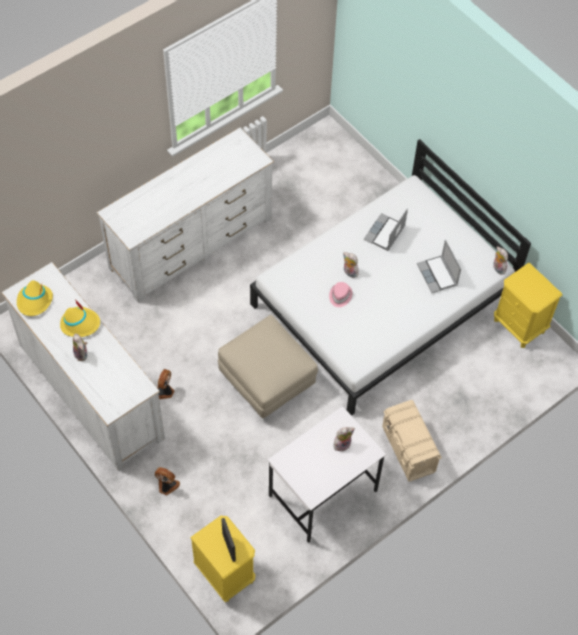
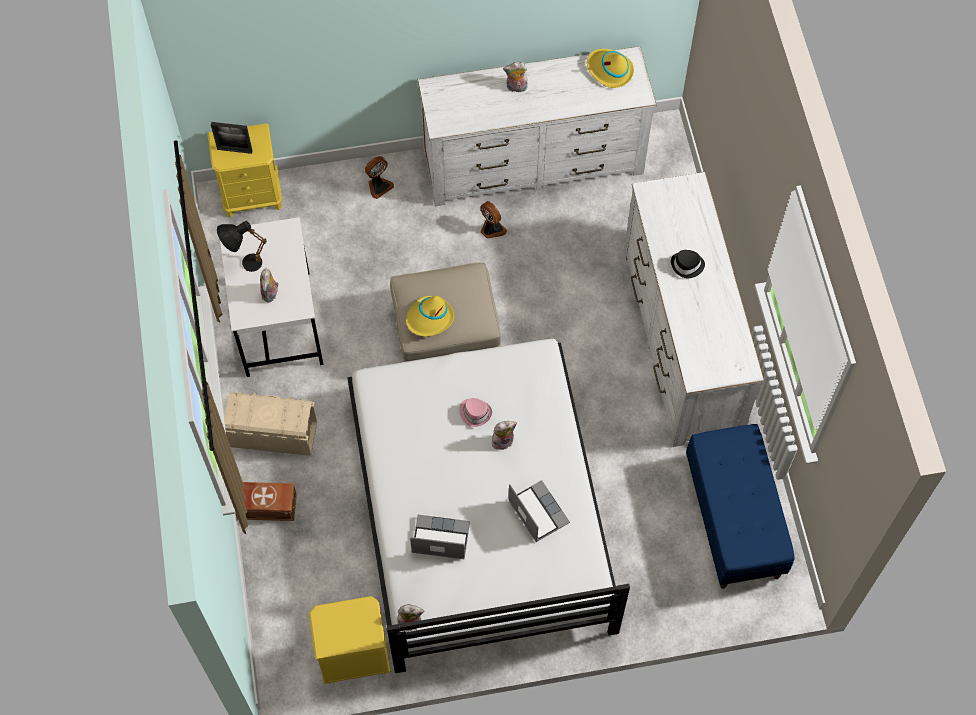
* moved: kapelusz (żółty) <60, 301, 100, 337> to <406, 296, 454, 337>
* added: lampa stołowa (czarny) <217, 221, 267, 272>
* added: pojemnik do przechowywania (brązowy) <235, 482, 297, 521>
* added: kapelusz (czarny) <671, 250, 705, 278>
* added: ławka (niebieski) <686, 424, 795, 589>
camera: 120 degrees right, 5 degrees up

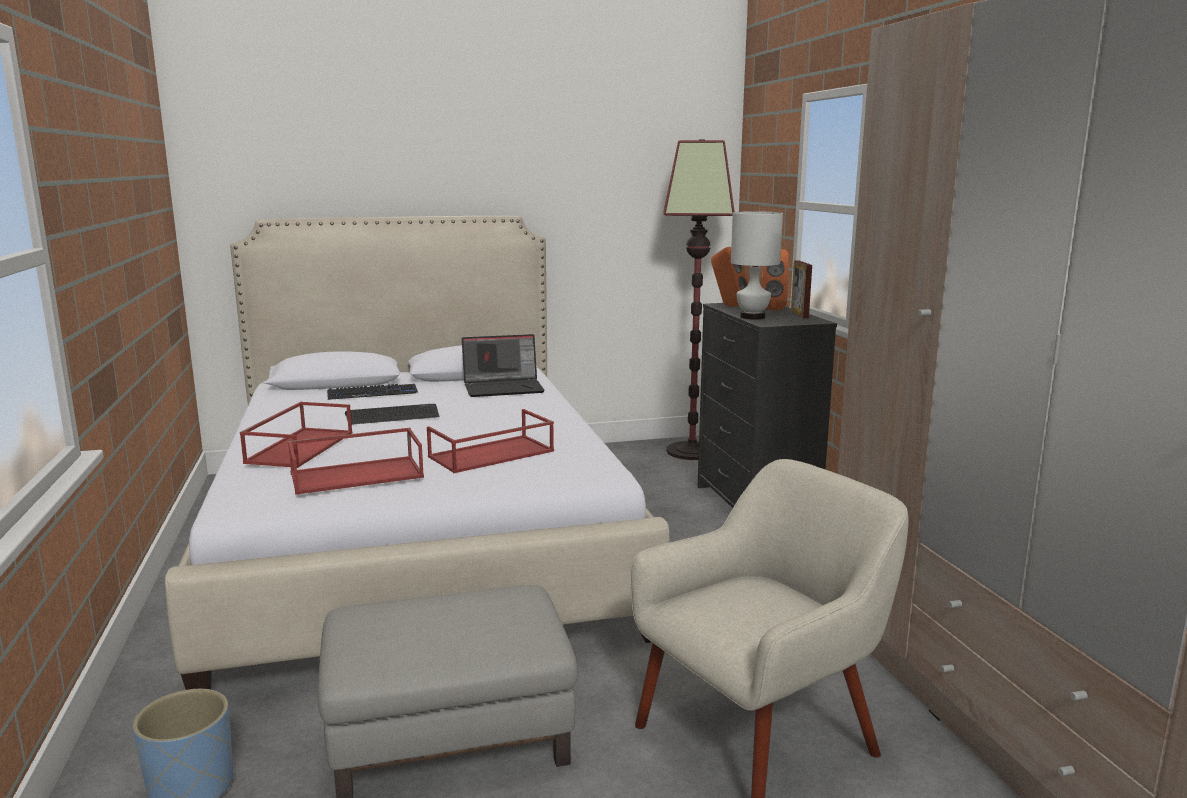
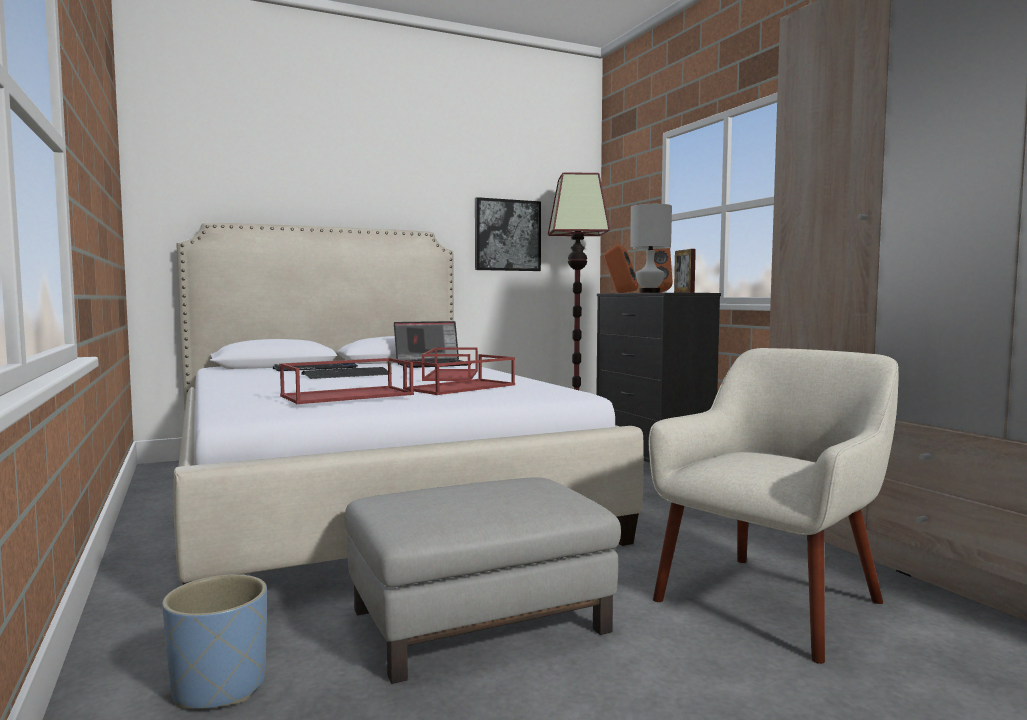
* moved: taca (czerwony) <240, 402, 352, 468> to <422, 347, 478, 381>
* added: obraz <475, 197, 541, 271>
camera: 10 degrees left, 10 degrees down

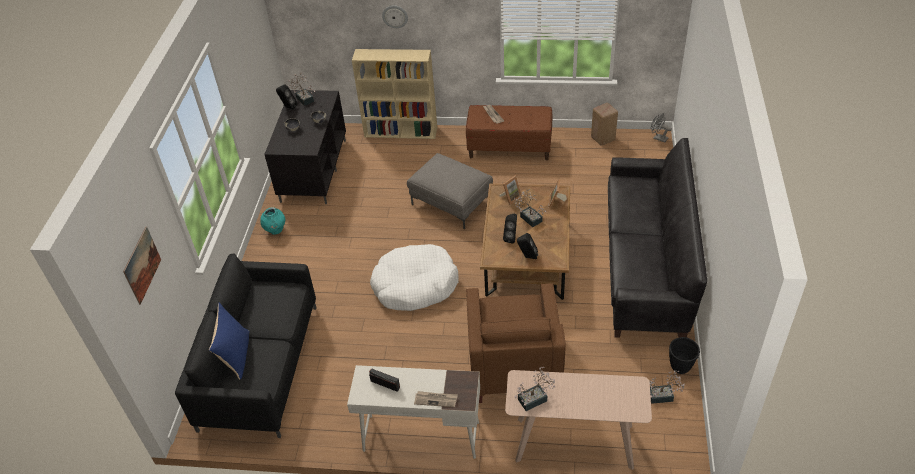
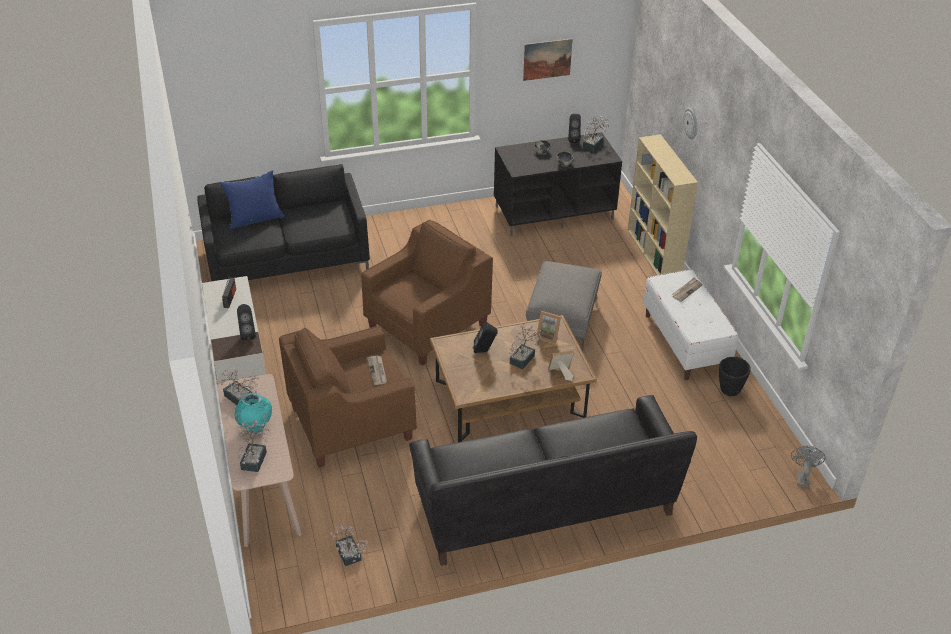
* moved: obraz <123, 226, 161, 305> to <523, 39, 572, 81>
* moved: wazon (turkusowy) <260, 207, 285, 234> to <235, 394, 272, 433>
* replaced: legowisko (biały) <370, 244, 459, 311> to fotel (brązowy) <361, 220, 493, 366>
* moved: gazeta <414, 391, 458, 407> to <367, 355, 387, 385>
* recoloured: ławka (brązowy) <466, 105, 552, 160> to ławka (biały) <643, 270, 738, 380>
* moved: głośnik (czarny) <517, 233, 538, 259> to <237, 304, 256, 340>
* removed: stołek (beżowy) <591, 103, 618, 146>
* moved: donica (czarny) <669, 337, 700, 374> to <719, 357, 751, 396>
* added: roślina doniczkowa <237, 420, 270, 472>
camera: 65 degrees right, 5 degrees down

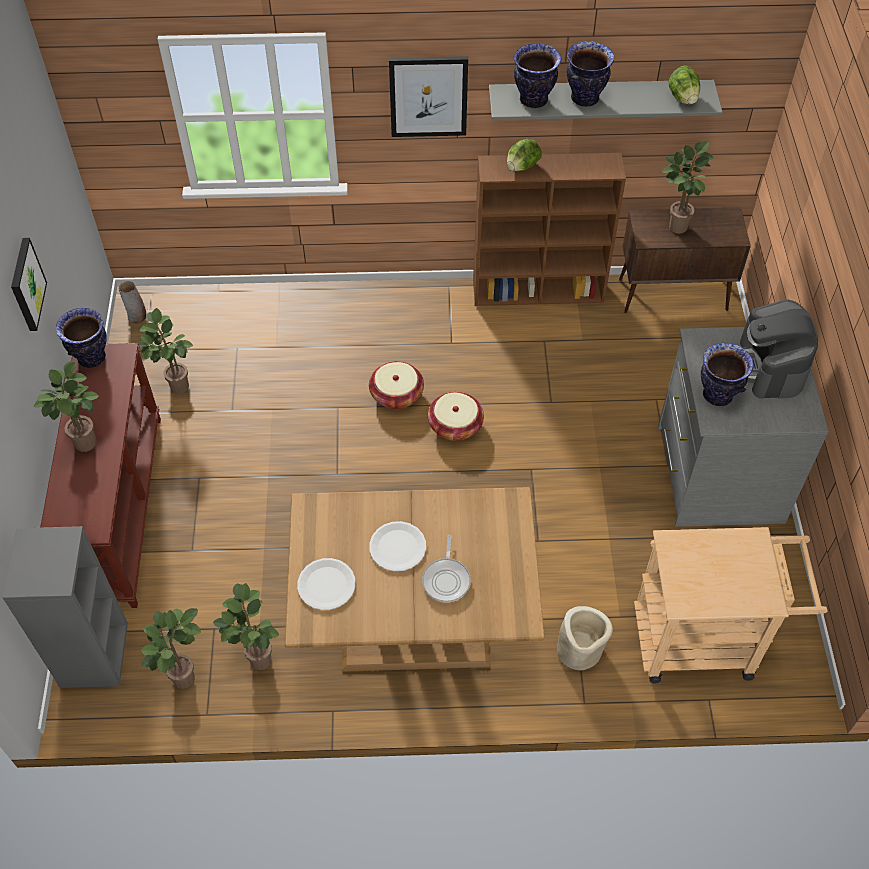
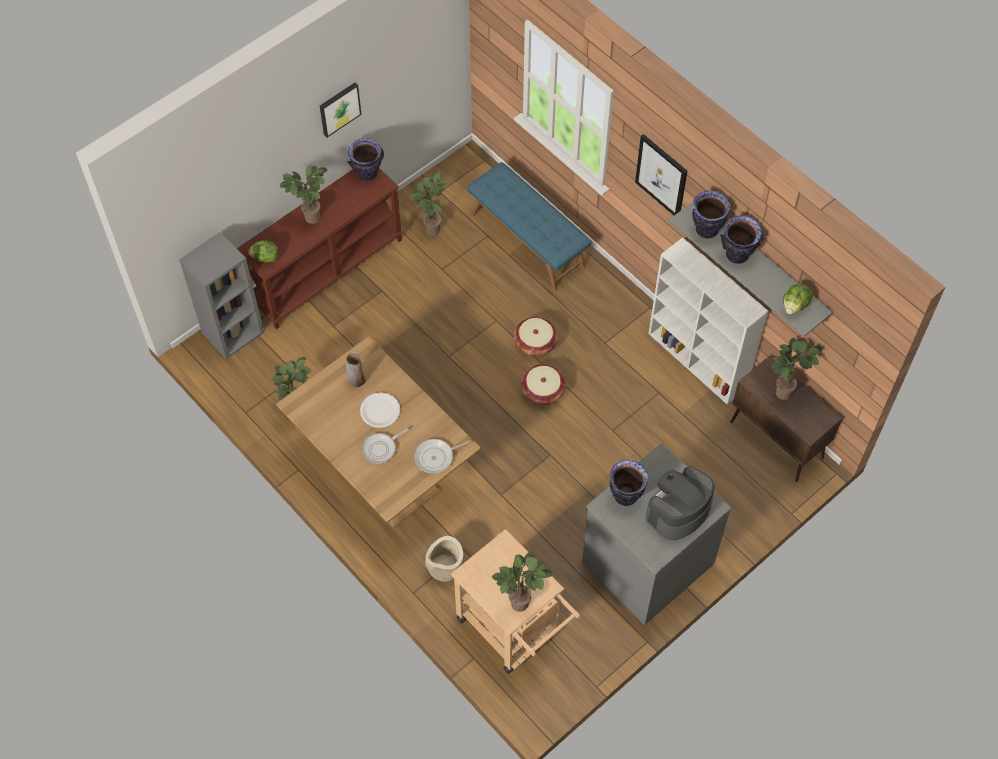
* moved: wazon <118, 281, 146, 323> to <346, 352, 366, 387>
* moved: roślina doniczkowa <141, 608, 201, 689> to <492, 552, 553, 612>
* removed: talerz (biały) <297, 558, 355, 610>
* recoloured: regał (brązowy) <473, 153, 626, 306> to regał (biały) <648, 237, 769, 404>
* moved: sałata <507, 139, 542, 171> to <248, 240, 278, 262>
* added: patelnia <414, 439, 471, 473>
* added: ławka (niebieski) <467, 162, 591, 291>
camera: 50 degrees right, 5 degrees up

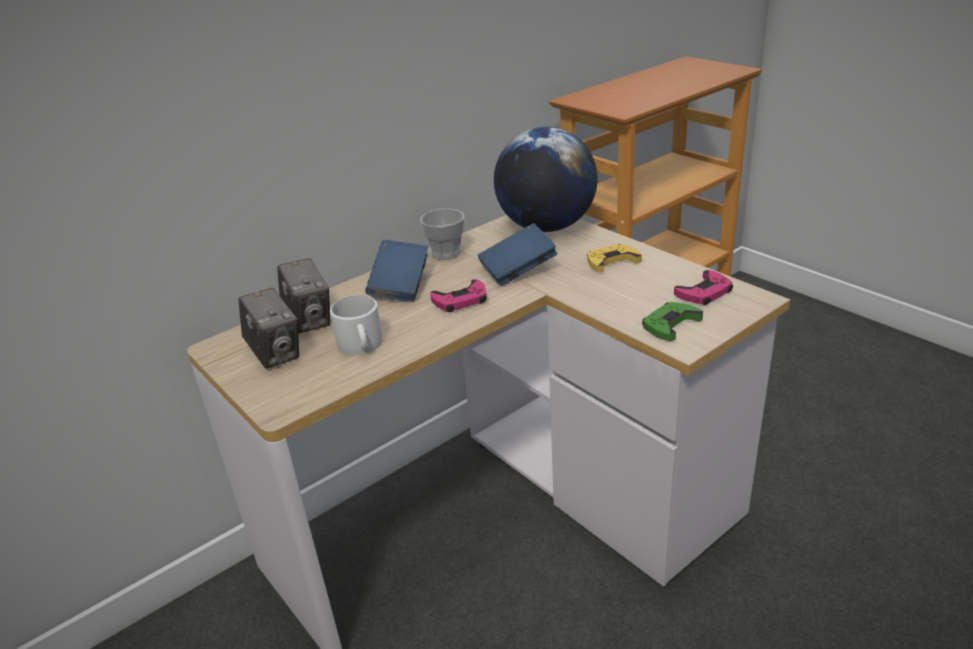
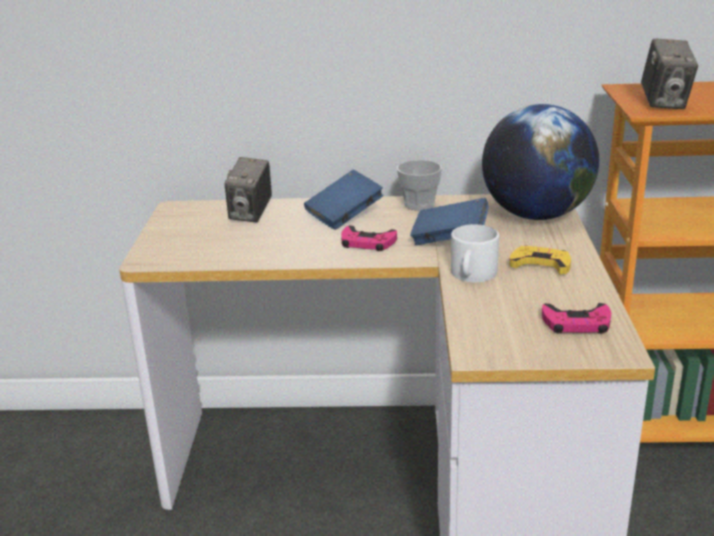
* moved: aparat fotograficzny <238, 288, 299, 369> to <641, 38, 698, 109>
* moved: kubek (biały) <330, 295, 383, 355> to <451, 224, 499, 282>
* removed: pad do gier (zielony) <642, 302, 703, 341>
camera: 40 degrees right, 5 degrees down

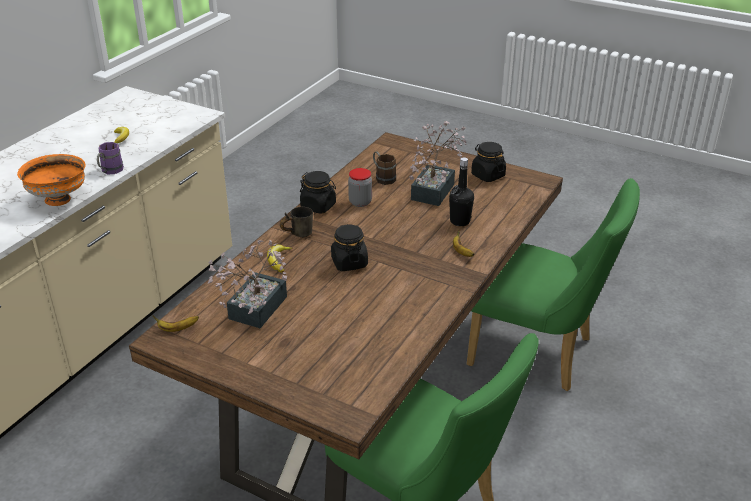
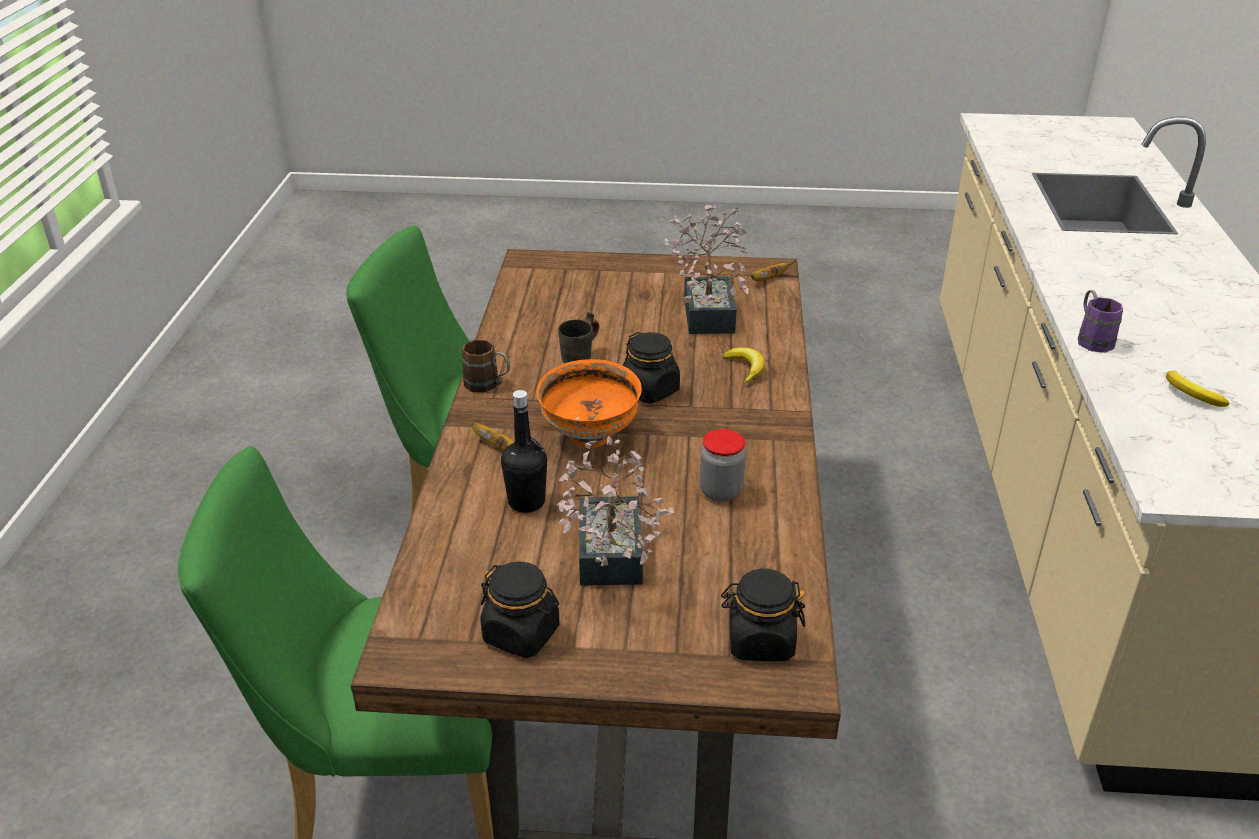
* moved: miska (pomarańczowy) <17, 154, 86, 206> to <537, 359, 642, 448>
* moved: kubek (szary) <280, 207, 313, 237> to <558, 312, 599, 363>
* moved: słoik (czarny) <300, 171, 336, 214> to <721, 569, 806, 661>
* moved: kubek (brązowy) <373, 151, 396, 185> to <462, 340, 510, 392>
camera: 155 degrees right, 0 degrees up

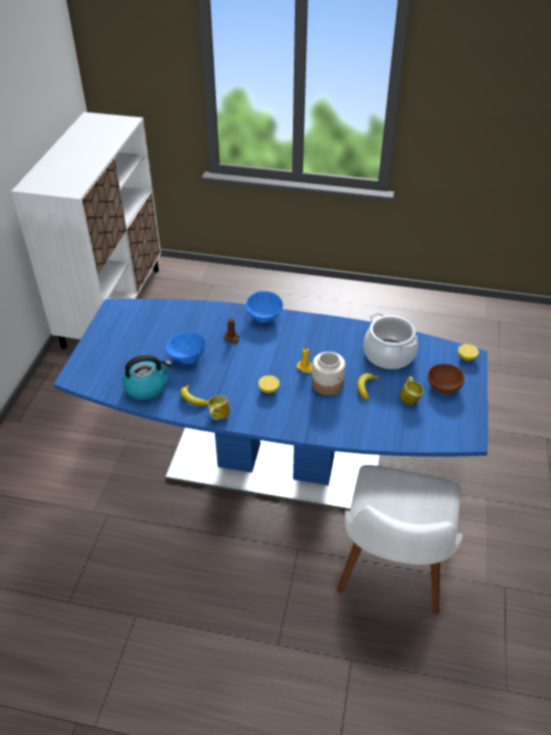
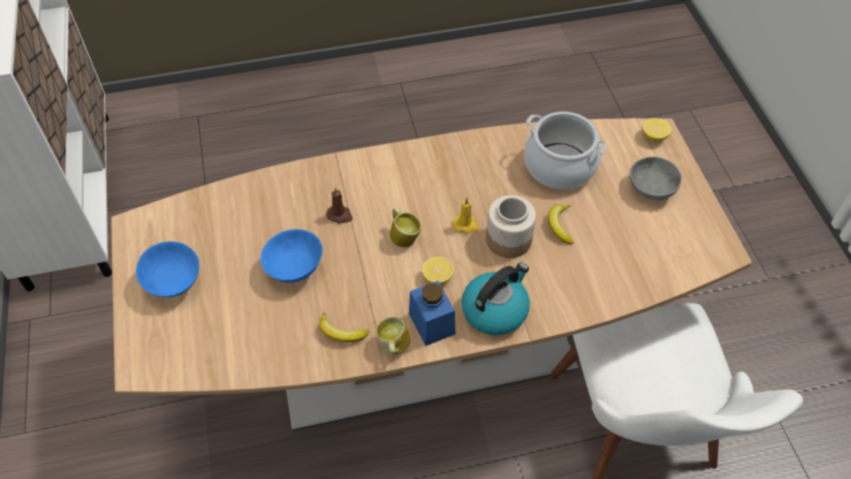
* recoloured: stół jadalny (niebieski) <53, 299, 488, 511> to stół jadalny (brązowy) <111, 118, 752, 431>
* moved: czajnik <122, 355, 172, 400> to <462, 262, 530, 335>
* moved: miska (niebieski) <246, 291, 283, 323> to <136, 241, 199, 297>
* moved: kubek <400, 376, 424, 405> to <390, 208, 421, 247>
* recoloured: miska (brązowy) <428, 364, 465, 394> to miska (szary) <630, 157, 682, 200>
* added: słoik (niebieski) <409, 281, 456, 346>
camera: 25 degrees left, 10 degrees up

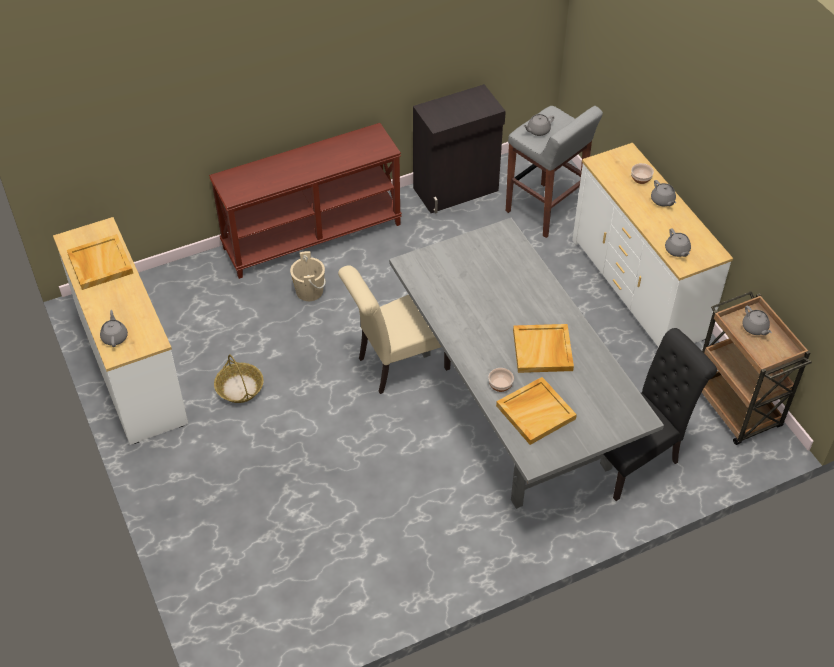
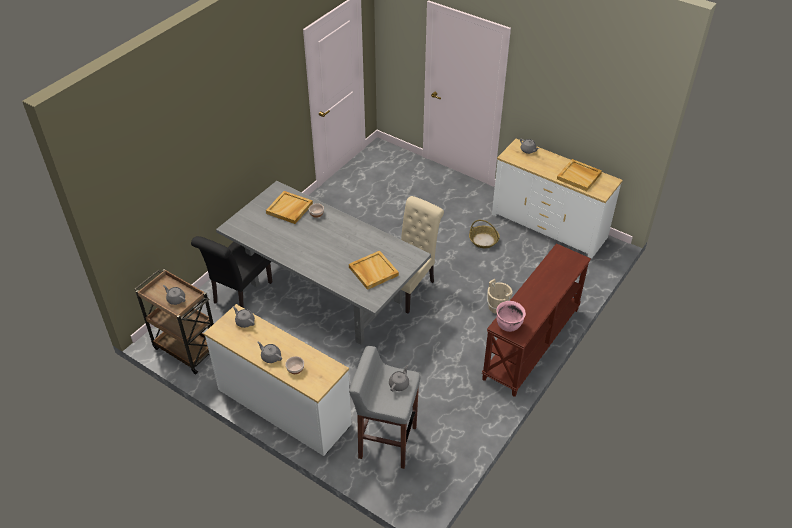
* removed: szafka (czarny) <413, 84, 506, 213>
* moved: taca (beżowy) <513, 324, 574, 373> to <349, 251, 399, 290>
* added: garnek (różowy) <496, 301, 526, 332>
camera: 150 degrees right, 5 degrees down

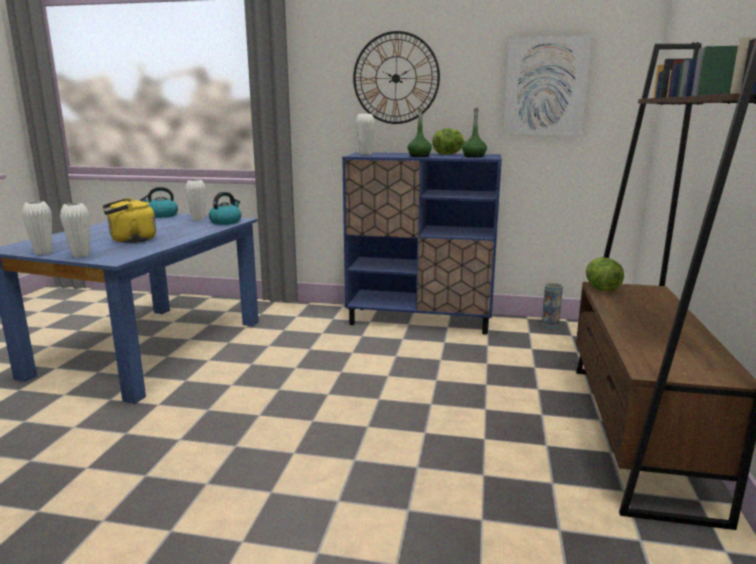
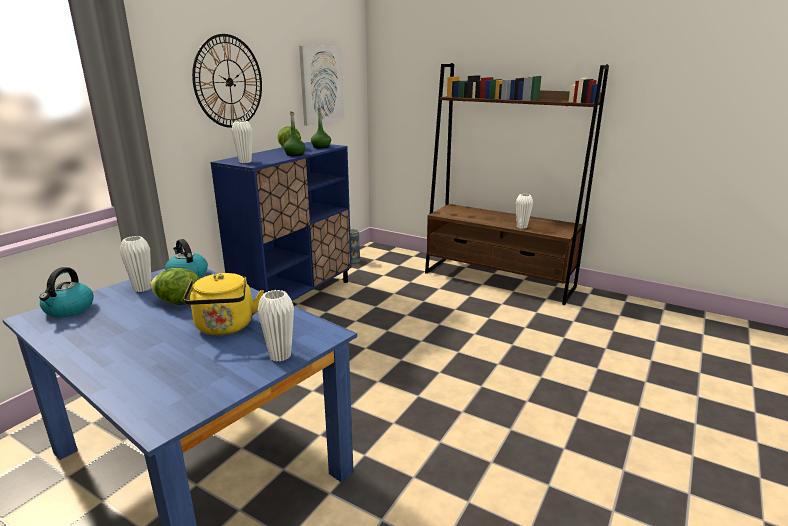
* moved: wazon (biały) <22, 201, 53, 255> to <516, 194, 533, 229>
* moved: sałata <586, 257, 624, 292> to <150, 268, 199, 305>
camera: 70 degrees left, 5 degrees up

